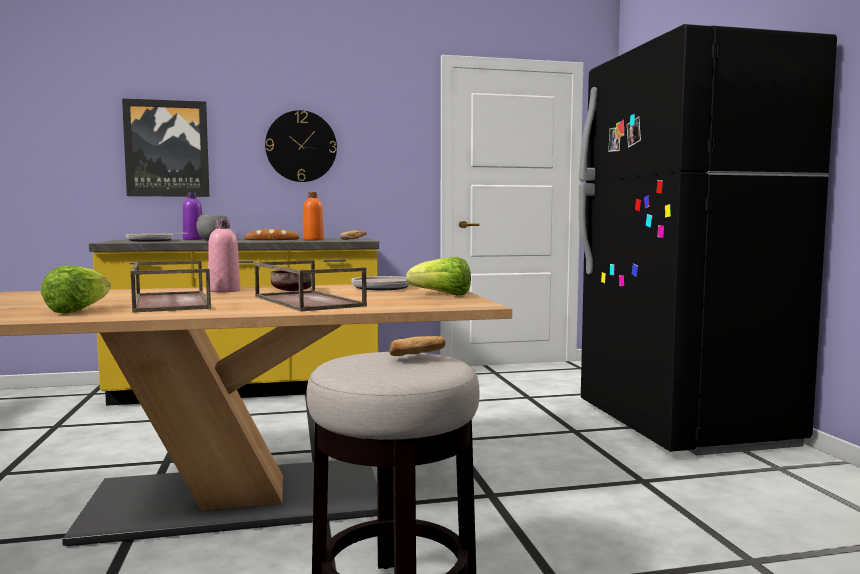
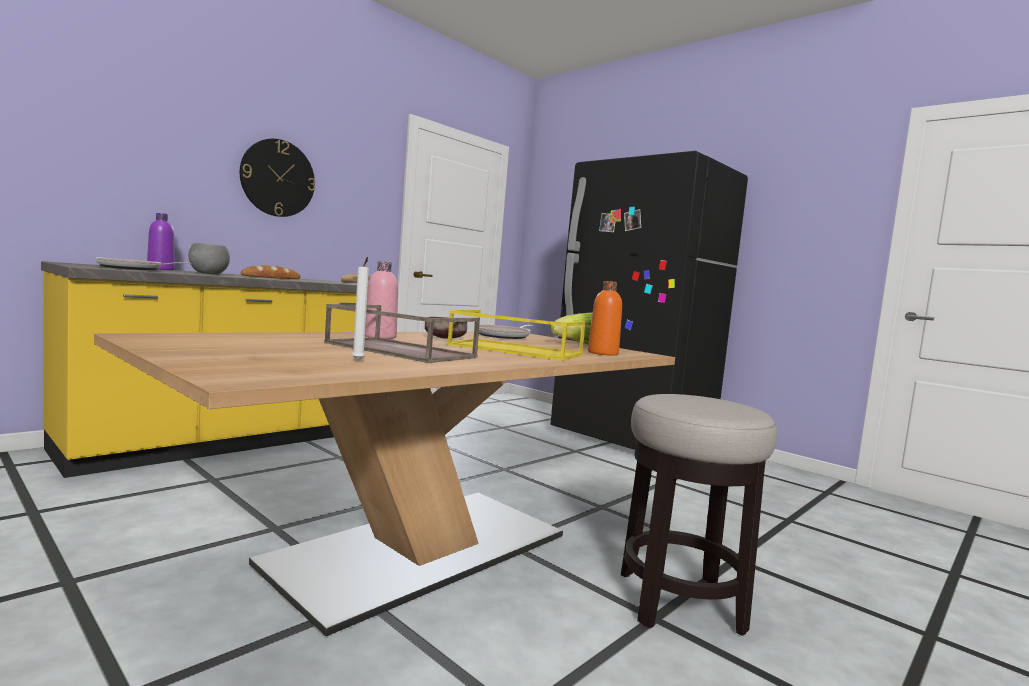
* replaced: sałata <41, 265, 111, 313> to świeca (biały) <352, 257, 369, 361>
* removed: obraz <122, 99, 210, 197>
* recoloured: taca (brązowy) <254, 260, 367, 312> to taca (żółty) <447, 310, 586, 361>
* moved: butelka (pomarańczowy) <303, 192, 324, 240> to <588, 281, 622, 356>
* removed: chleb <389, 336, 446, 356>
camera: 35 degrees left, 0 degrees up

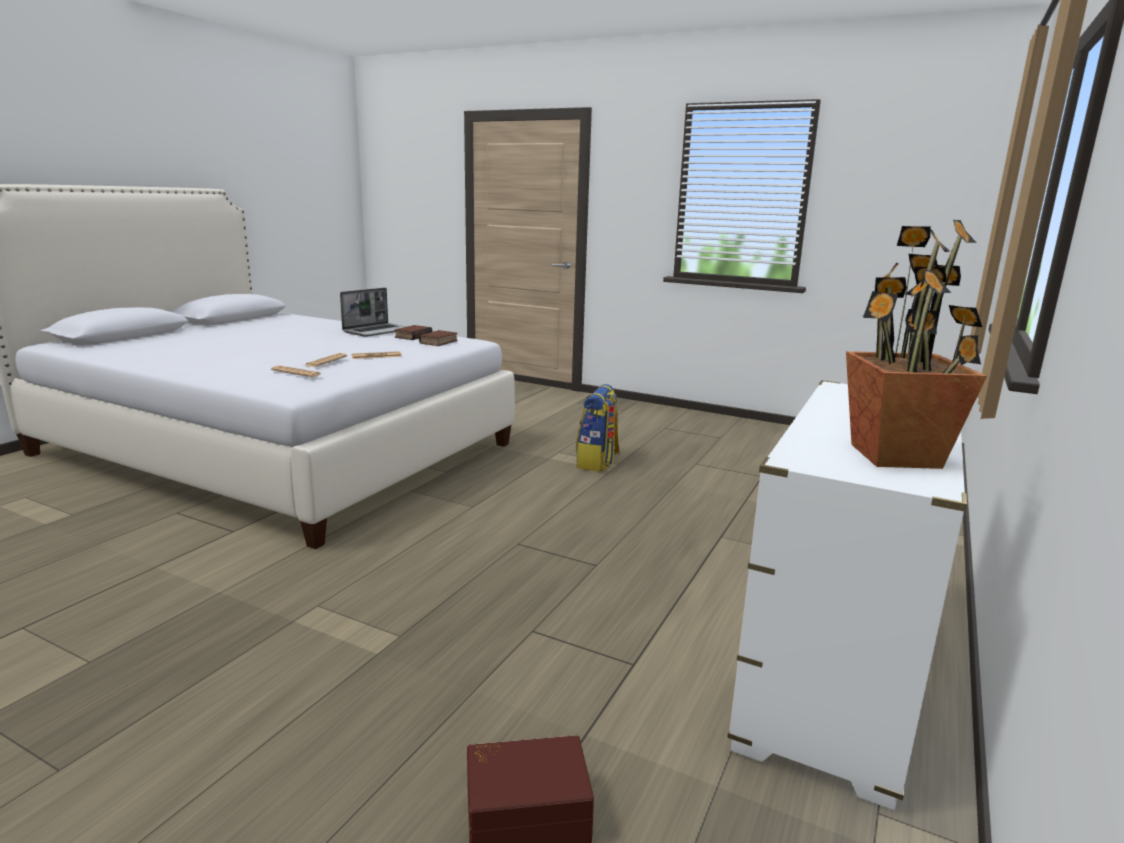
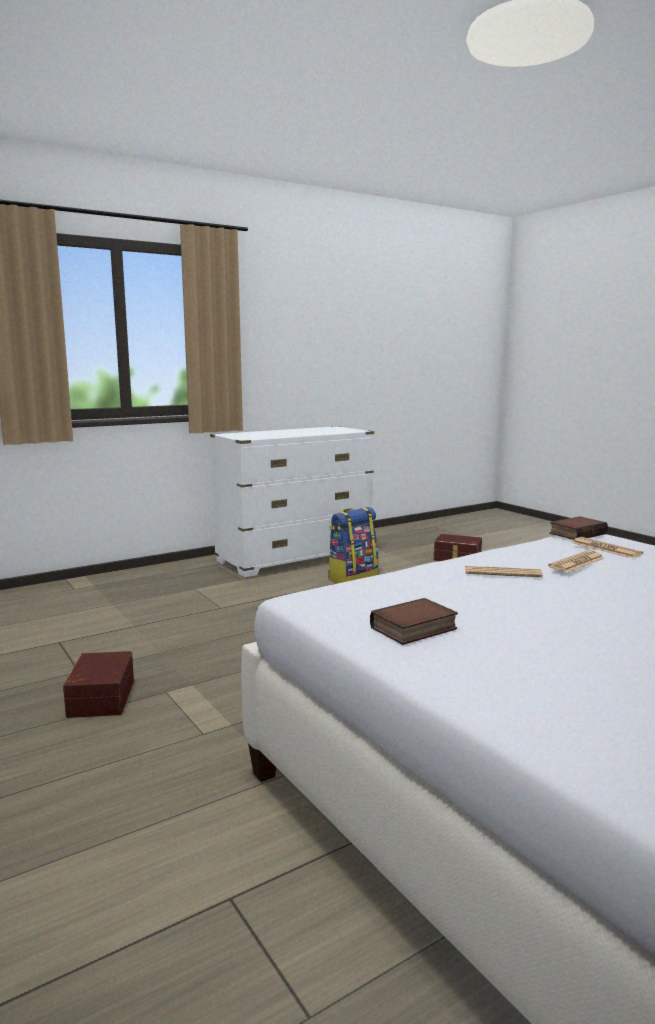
* removed: laptop <340, 288, 406, 337>
* moved: książka <419, 330, 458, 346> to <549, 516, 608, 540>
* moved: plecak <576, 384, 620, 472> to <328, 507, 379, 584>
* removed: roślina doniczkowa <846, 220, 987, 469>
* added: pojemnik do przechowywania (brązowy) <63, 651, 134, 718>
camera: 150 degrees left, 5 degrees down

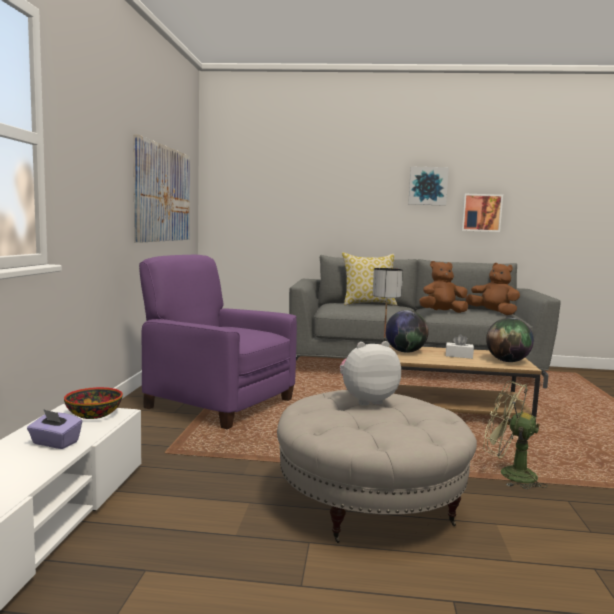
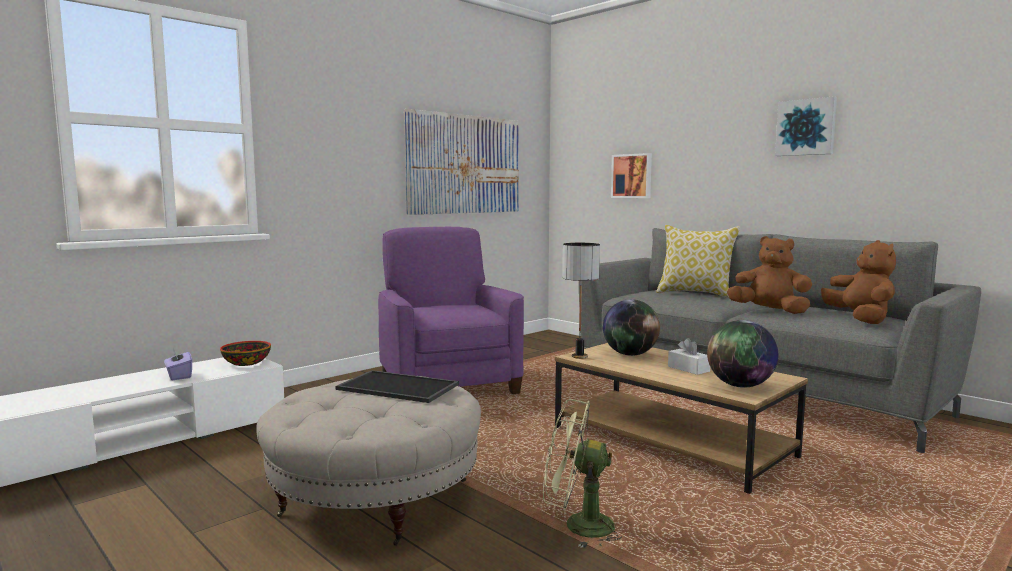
* replaced: pluszak <340, 341, 401, 406> to taca <335, 370, 459, 403>
* moved: obraz <461, 194, 503, 232> to <611, 153, 652, 198>
* turned: wentylator (zielony) <483, 381, 548, 489> = <543, 399, 622, 548> 60 degrees counterclockwise
camera: 40 degrees right, 0 degrees up

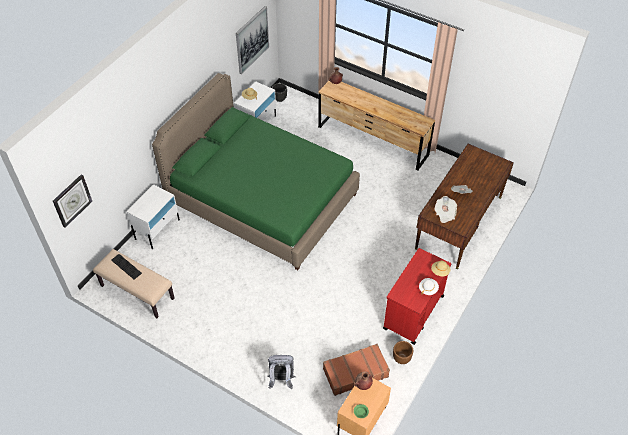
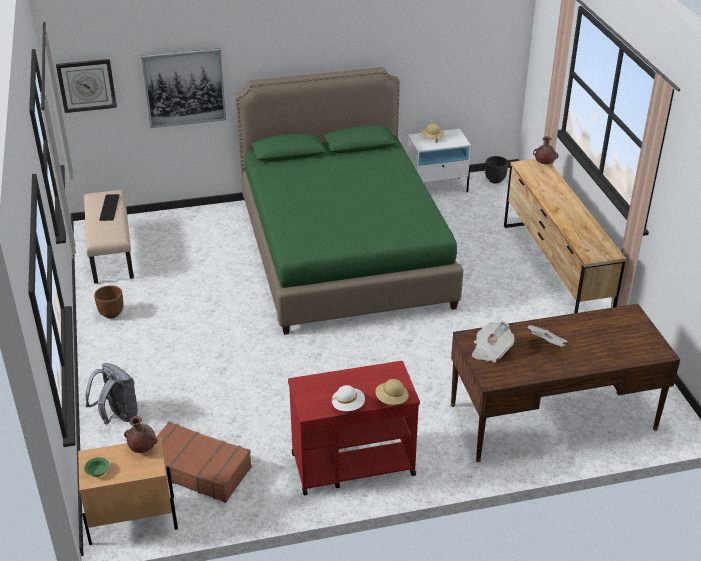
* removed: szafka nocna (biały) <126, 184, 180, 249>
* moved: obraz <236, 6, 269, 74> to <141, 48, 226, 128>
* moved: donica (brązowy) <393, 341, 413, 364> to <94, 285, 123, 319>
camera: 45 degrees right, 15 degrees down

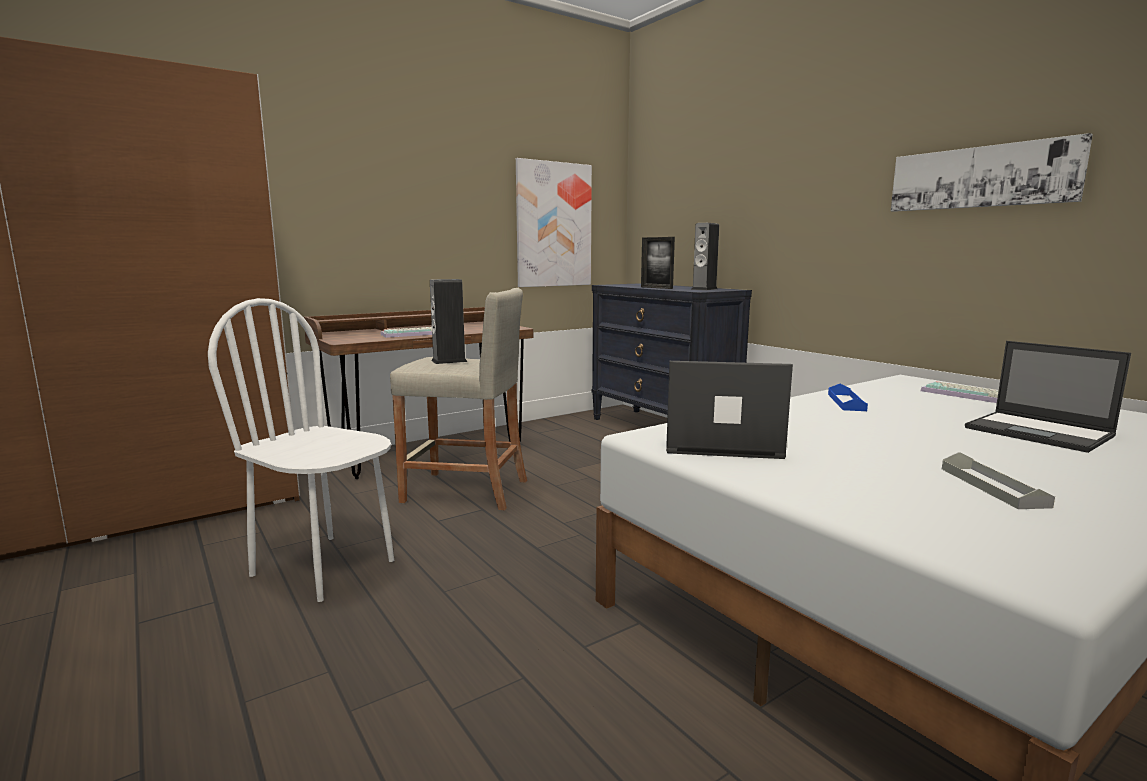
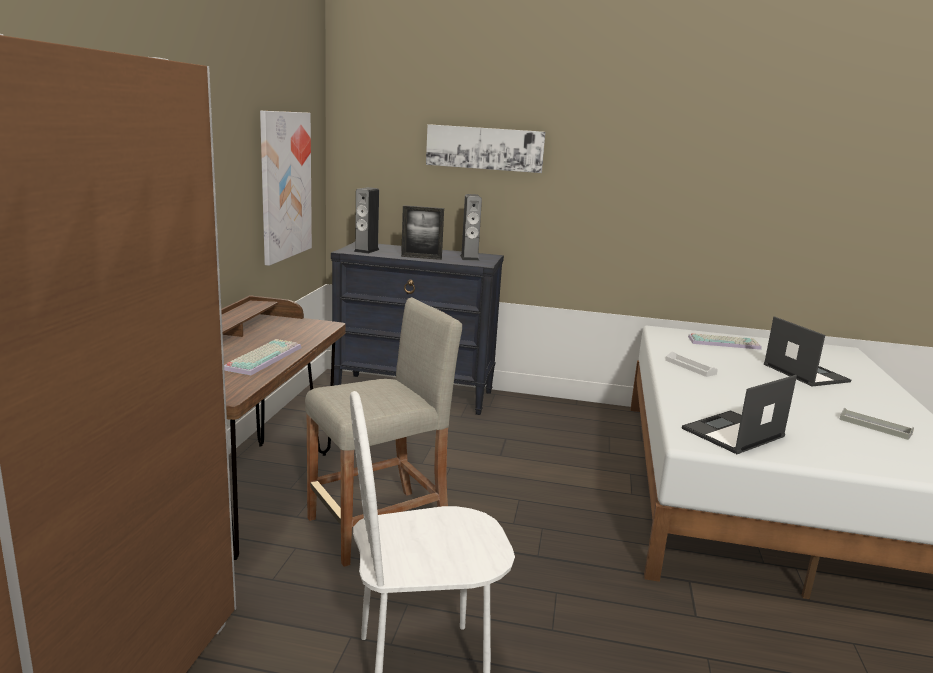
* moved: głośnik <430, 279, 467, 364> to <354, 187, 379, 254>
* recoloured: taca (niebieski) <828, 384, 868, 411> to taca (biały) <665, 351, 718, 377>
* moved: obraz <891, 133, 1093, 212> to <426, 124, 546, 173>
* turned: laptop <965, 341, 1131, 453> = <764, 316, 851, 386> 120 degrees counterclockwise
camera: 45 degrees left, 5 degrees up

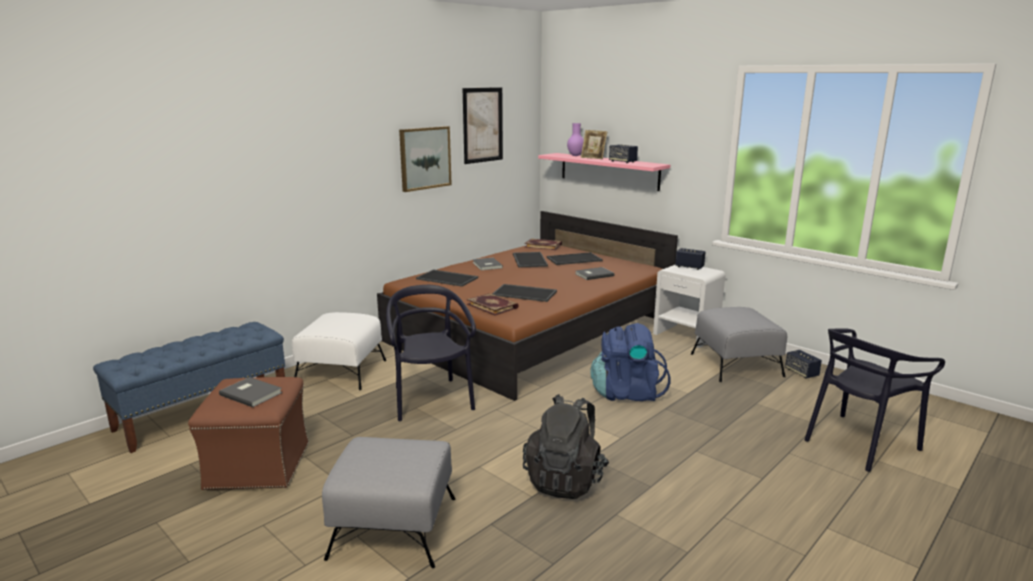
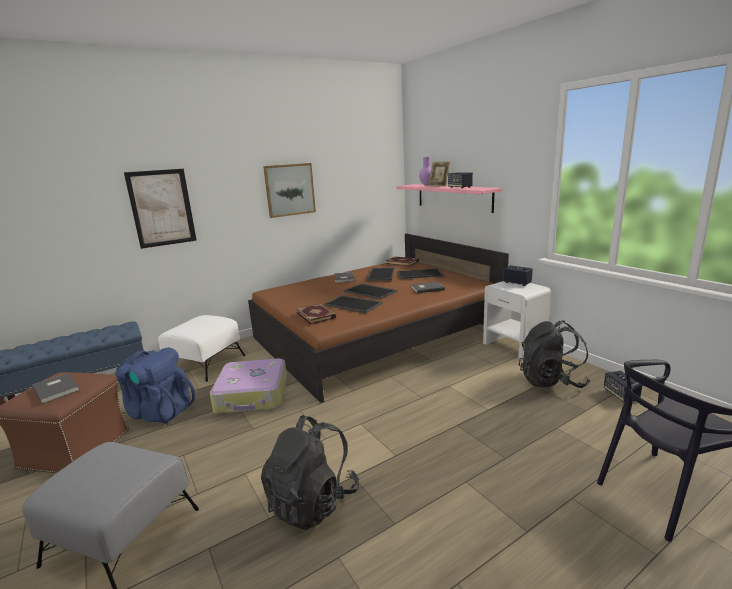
* replaced: krzesło (czarny) <386, 285, 476, 421> to walizka <210, 358, 287, 414>
* moved: taca <416, 270, 478, 287> to <344, 283, 397, 299>
* moved: obraz <463, 87, 503, 164> to <124, 169, 197, 249>
* moved: plecak (niebieski) <591, 323, 671, 401> to <115, 347, 195, 423>
* replaced: pufa (szary) <691, 307, 787, 382> to plecak (czarny) <519, 320, 591, 388>
camera: 15 degrees right, 0 degrees up

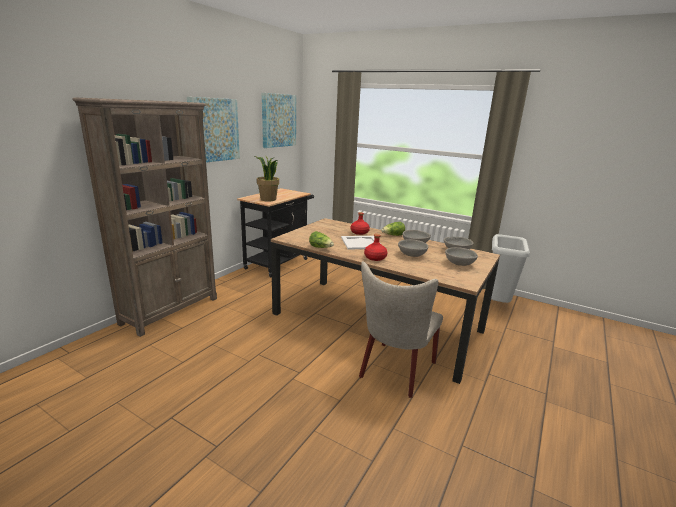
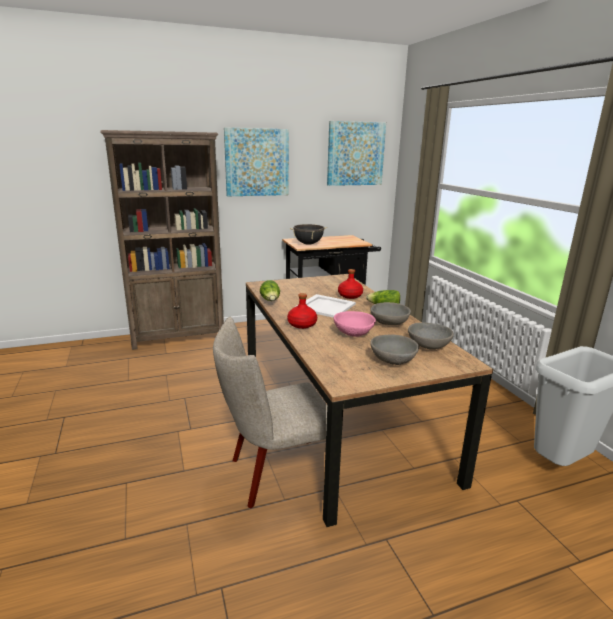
* replaced: roślina doniczkowa <253, 155, 279, 201> to garnek (czarny) <290, 224, 327, 245>
* recoloured: miska (szary) <398, 239, 428, 257> to miska (różowy) <334, 311, 376, 337>
camera: 40 degrees right, 0 degrees up

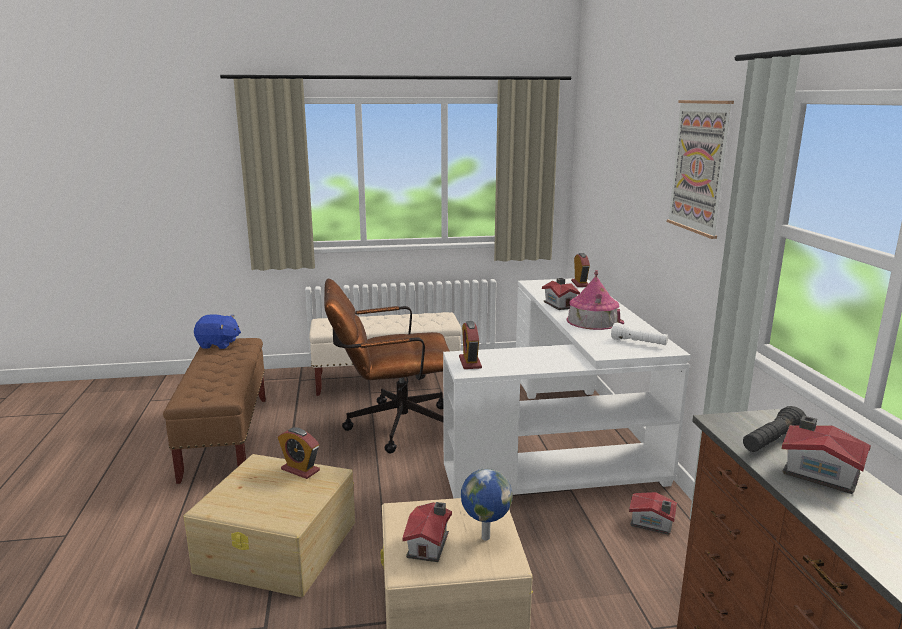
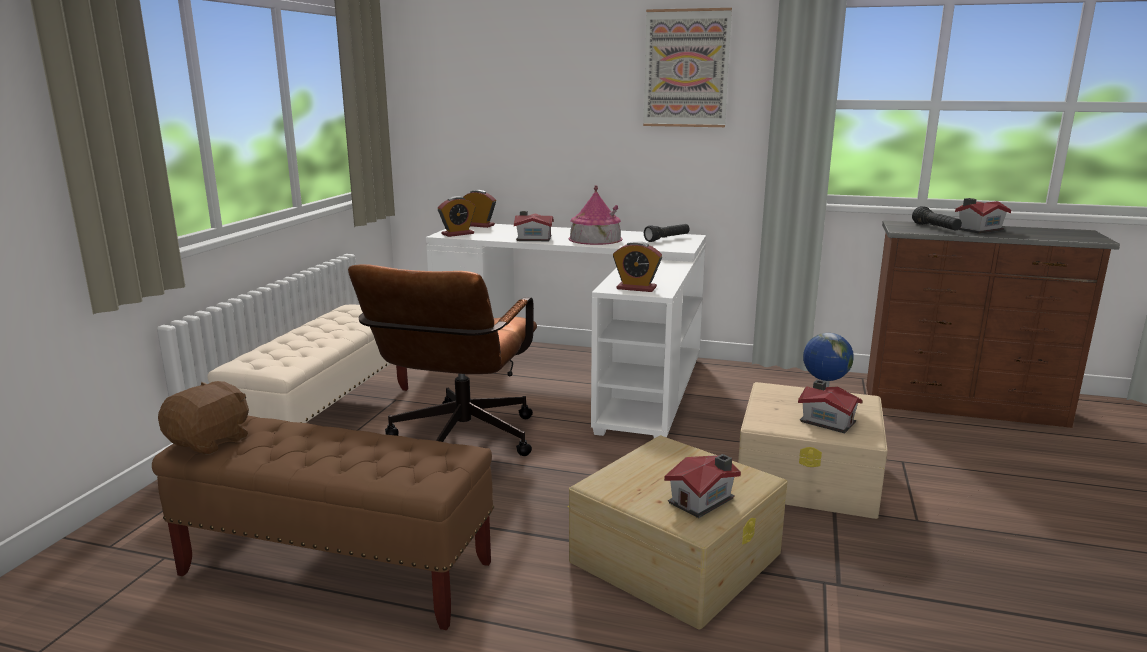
* recoloured: pluszak (niebieski) <194, 314, 241, 349> to pluszak (brązowy) <158, 381, 249, 455>
* moved: budzik <278, 427, 320, 479> to <438, 196, 475, 237>
* recoloured: latarka (biały) <611, 323, 668, 345> to latarka (czarny) <644, 224, 690, 242>
* moved: domek <629, 492, 677, 535> to <664, 454, 741, 518>
camera: 65 degrees left, 0 degrees up

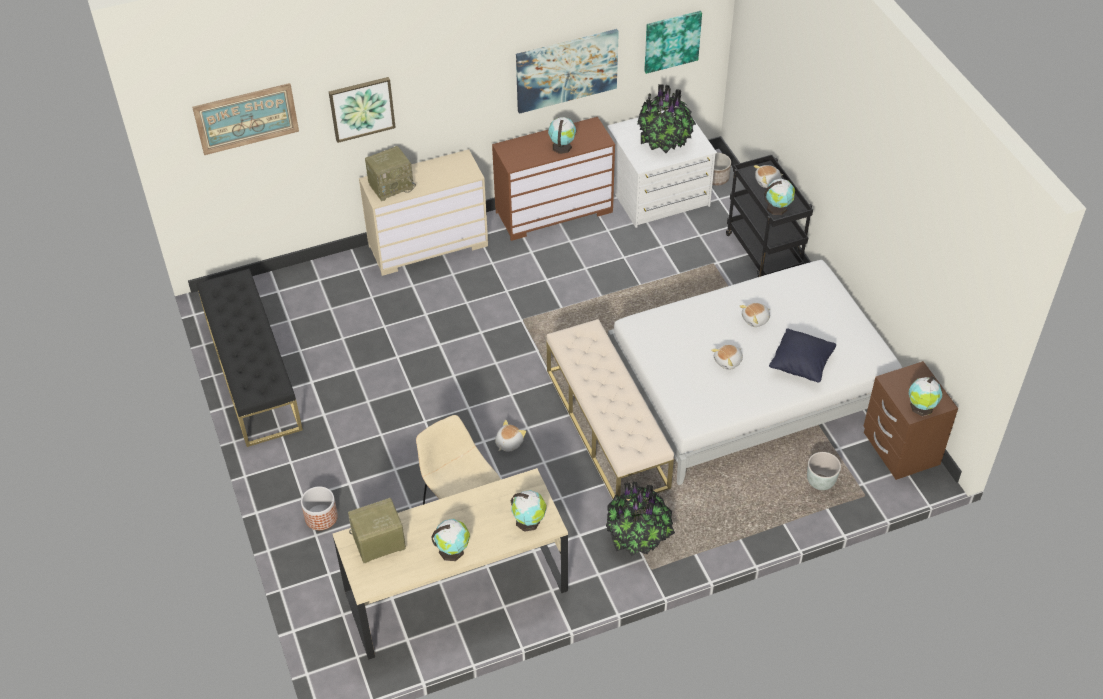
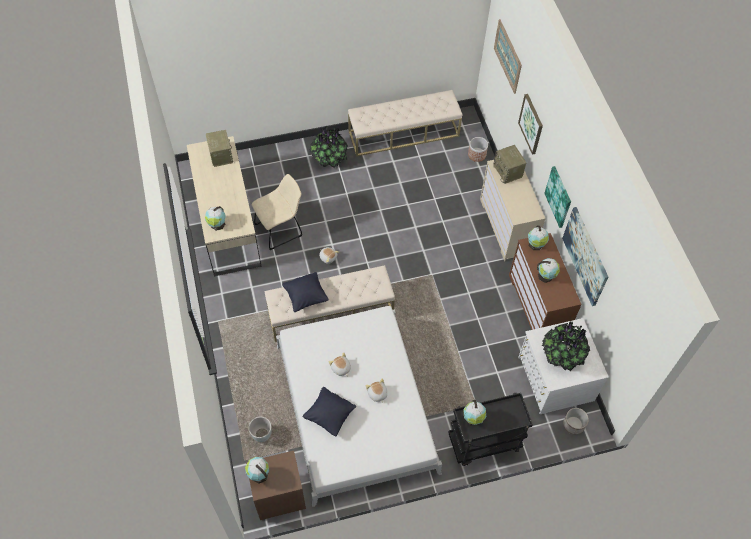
* recoloured: ławka (czarny) <197, 269, 303, 447> to ławka (beżowy) <348, 90, 462, 157>
* moved: donica <301, 486, 338, 530> to <468, 137, 488, 162>
* moved: globus <431, 519, 470, 561> to <528, 225, 549, 250>
* moved: roślina doniczkowa <606, 482, 675, 556> to <310, 126, 348, 168>
* moved: obraz <644, 11, 702, 74> to <544, 166, 571, 228>
* removed: pluszak <754, 165, 784, 188>
* added: poduszka (czarny) <282, 272, 329, 312>
camera: 95 degrees right, 10 degrees up

